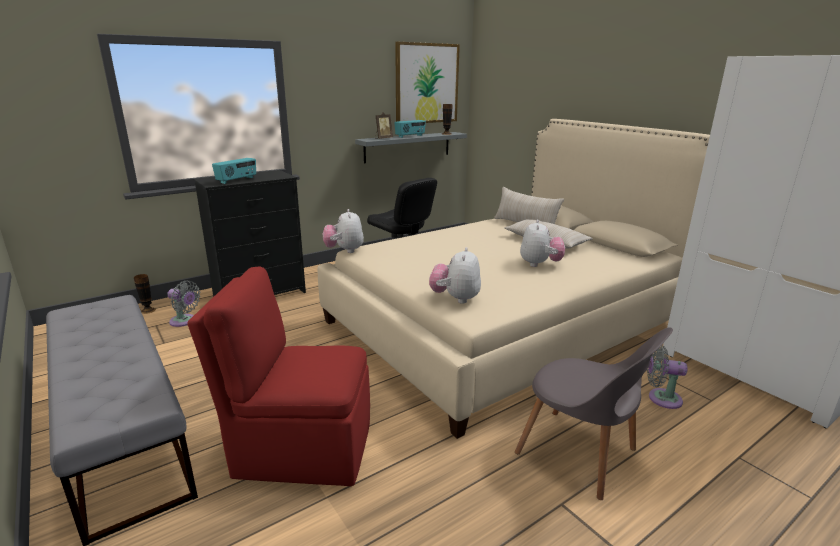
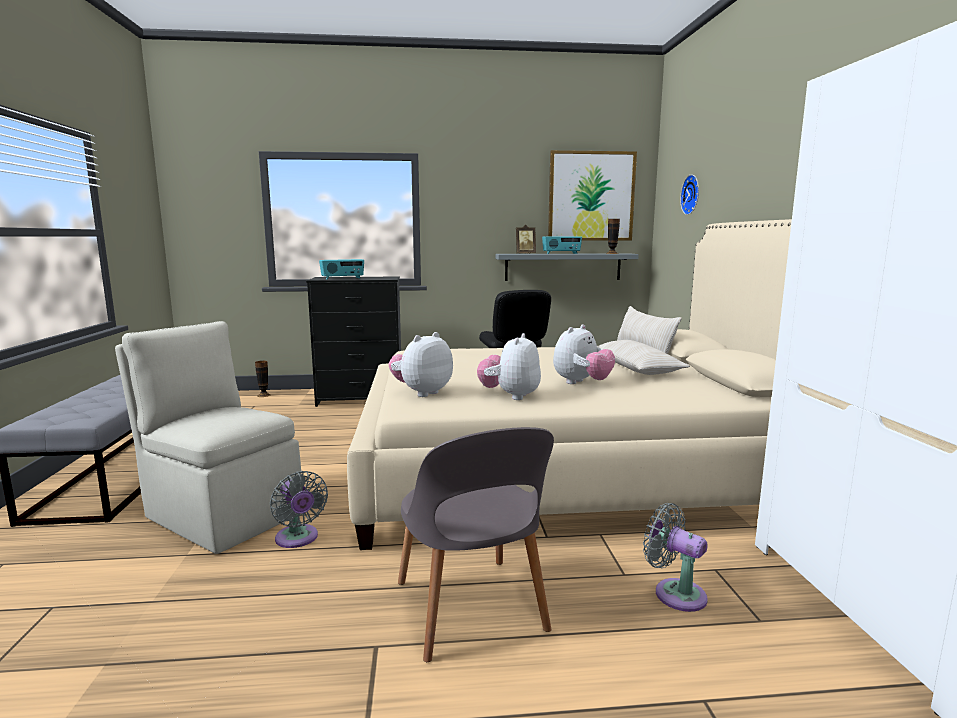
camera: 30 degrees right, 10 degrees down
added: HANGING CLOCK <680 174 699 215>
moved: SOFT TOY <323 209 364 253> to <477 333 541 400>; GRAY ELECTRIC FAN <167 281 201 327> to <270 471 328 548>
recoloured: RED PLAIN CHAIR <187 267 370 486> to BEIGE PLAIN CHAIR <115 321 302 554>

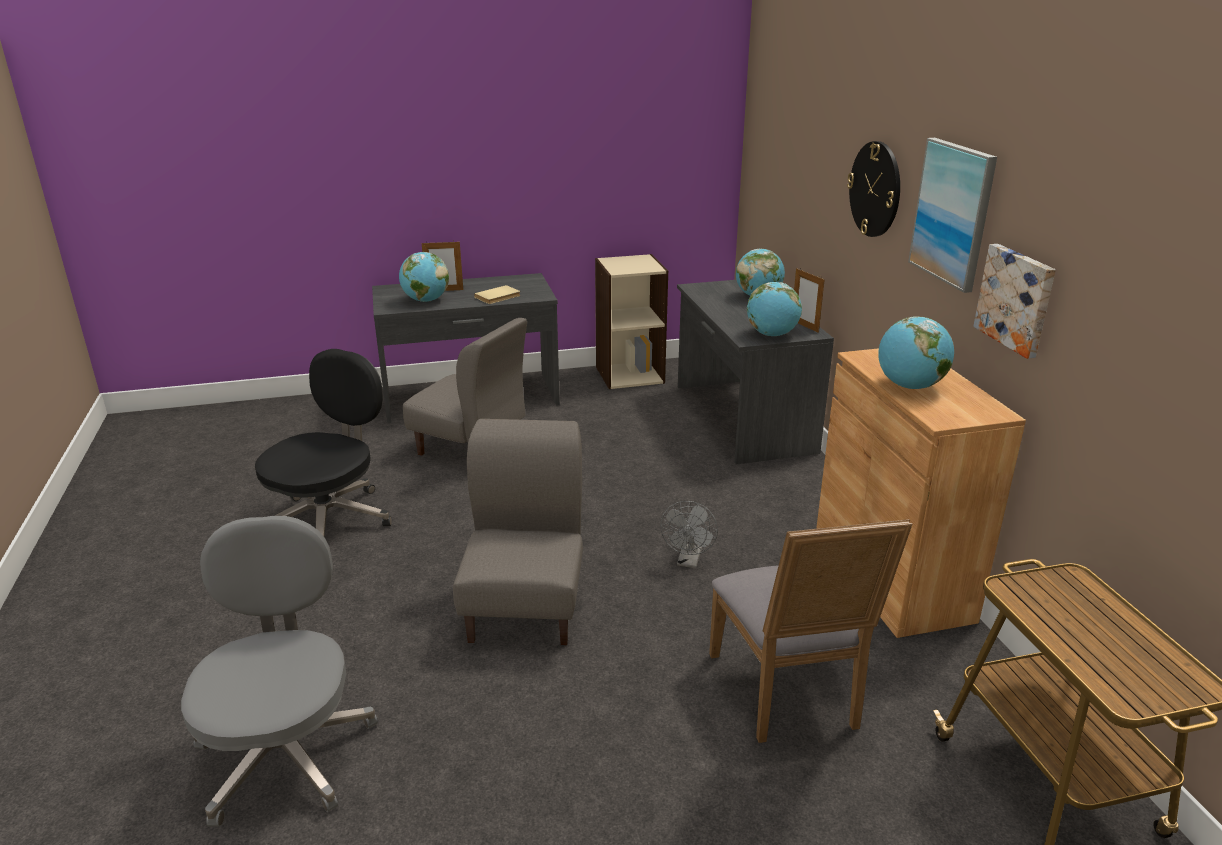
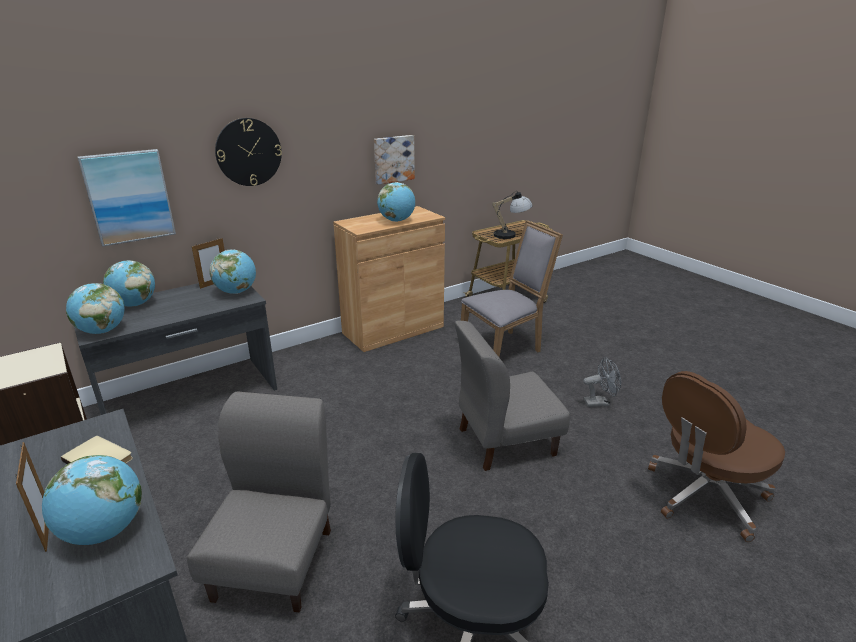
camera: 110 degrees left, 0 degrees up
added: LAMP FOR A TABLE <486 191 533 239>; DESK GLOBE <66 283 125 334>
moved: PICTURE <908 138 997 293> to <78 149 176 247>; GRAY ELECTRIC FAN <660 501 718 568> to <583 357 621 407>
recoloured: GRAY DESK CHAIR <181 516 378 827> to BROWN-COLOURED DESK CHAIR <648 371 785 542>

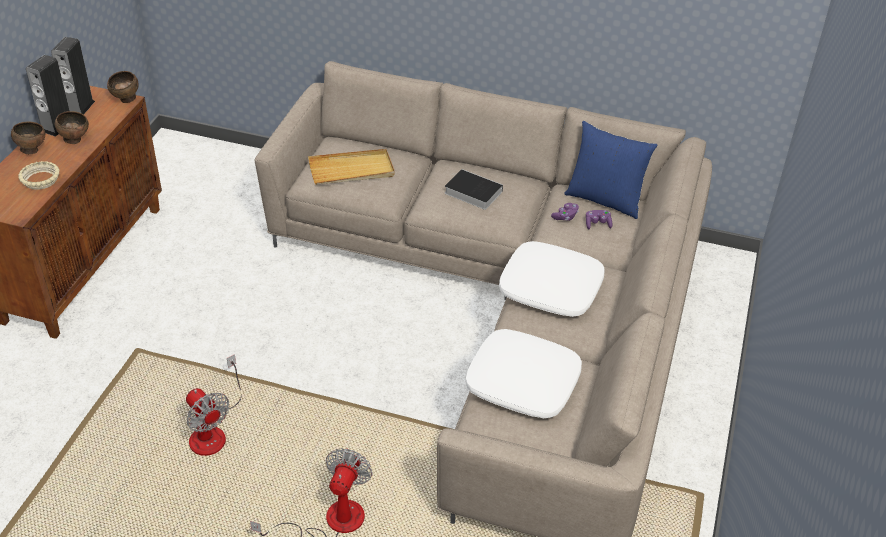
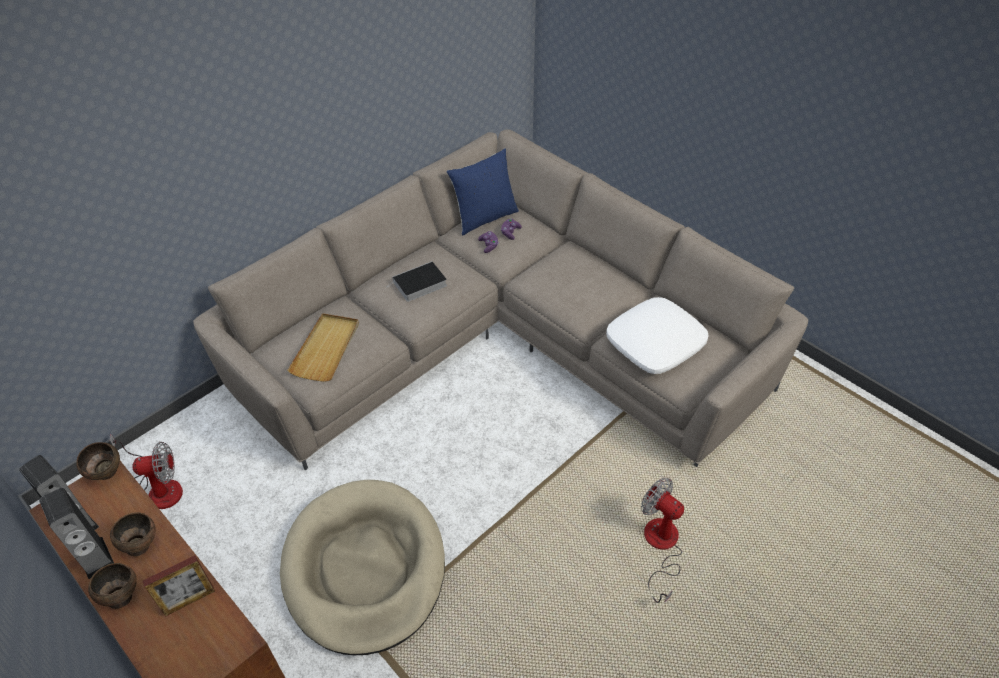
camera: 60 degrees left, 5 degrees up
removed: WHITE-COLOURED THROW PILLOW <499 241 605 317>
added: BEIGE PET BED <280 480 445 655>
moved: ELECTRIC FAN <186 354 241 456> to <110 435 183 509>
replaced: BEIGE DEEP DISH <18 161 60 190> to PHOTO FRAME <143 555 215 617>

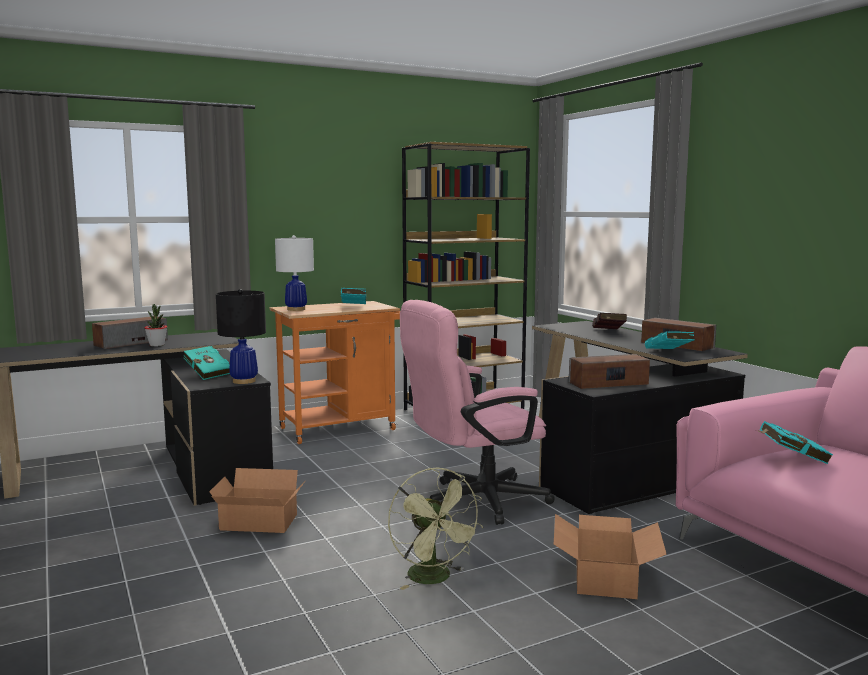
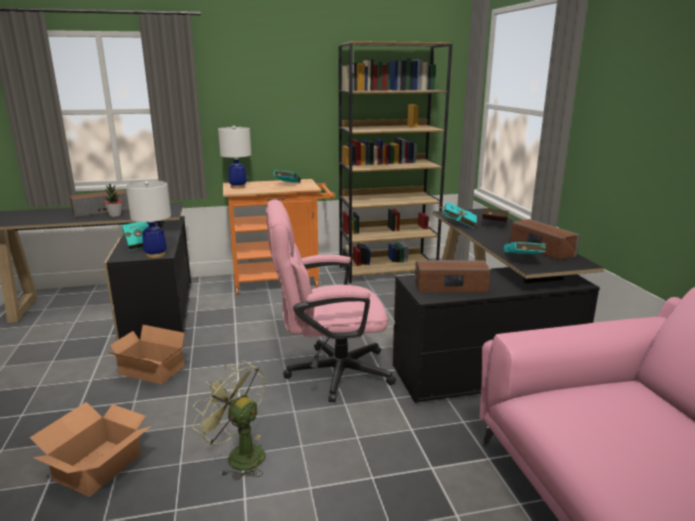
camera: 15 degrees right, 10 degrees up
moved: TURQUOISE-COLOURED VOLUME <756 421 833 464> to <439 202 477 228>; CARTON <554 514 667 599> to <30 402 152 497>
recoloured: BLACK-COLOURED LAMP FOR A TABLE <216 289 266 384> to WHITE-COLOURED LAMP FOR A TABLE <126 181 171 258>
turned: GREENISH ELECTRIC FAN <388 468 484 590> = <192 361 266 480> 135 degrees clockwise

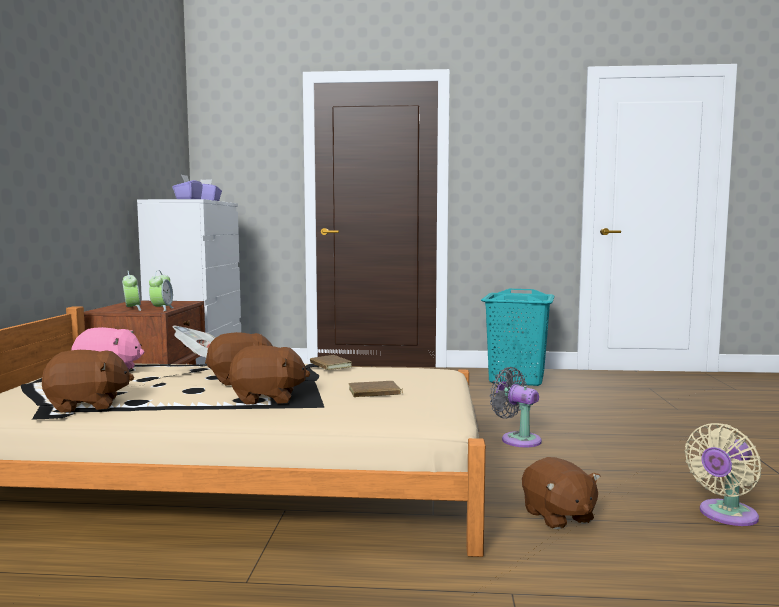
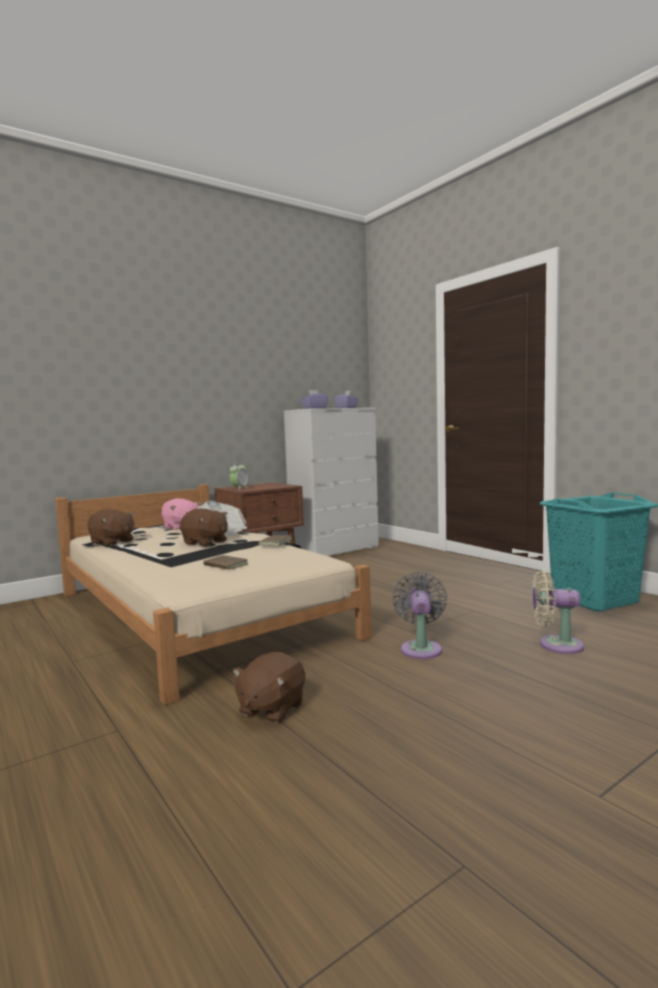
camera: 50 degrees right, 0 degrees up
removed: BEDSIDE CLOCK <149 270 173 311>; BROWN-COLOURED SOFT TOY <228 345 310 405>
moved: BEIGE ELECTRIC FAN <684 423 762 526> to <532 571 584 654>

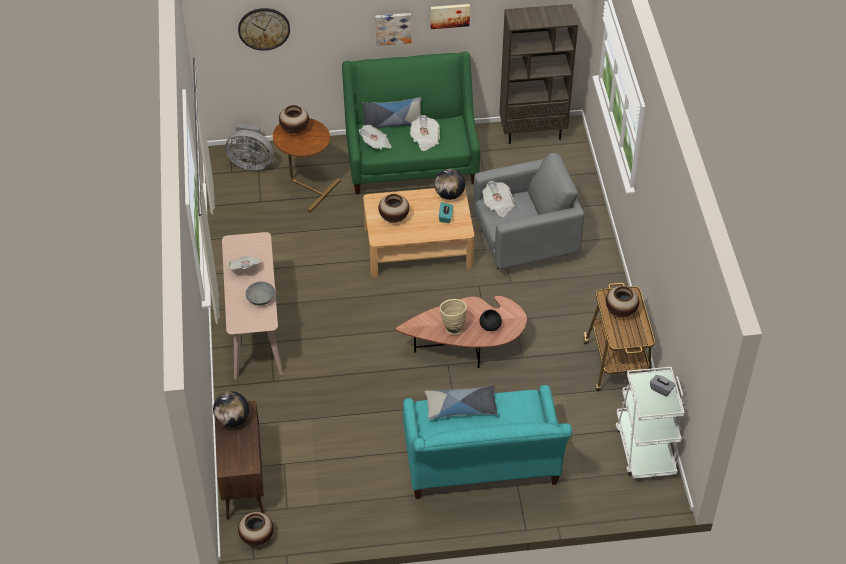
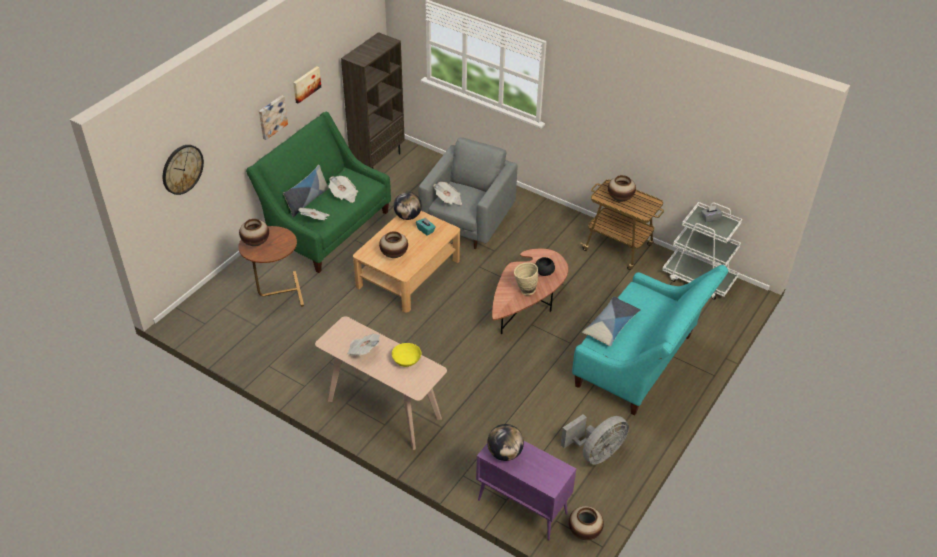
camera: 50 degrees left, 5 degrees down
moved: GRAY ELECTRIC FAN <225 124 274 171> to <561 414 629 465>
recoloured: GRAY DEEP DISH <245 281 275 306> to YELLOW-COLOURED DEEP DISH <392 343 421 367>; BROWN-COLOURED CABINET <215 401 264 520> to PURPLISH CABINET <476 441 576 541>

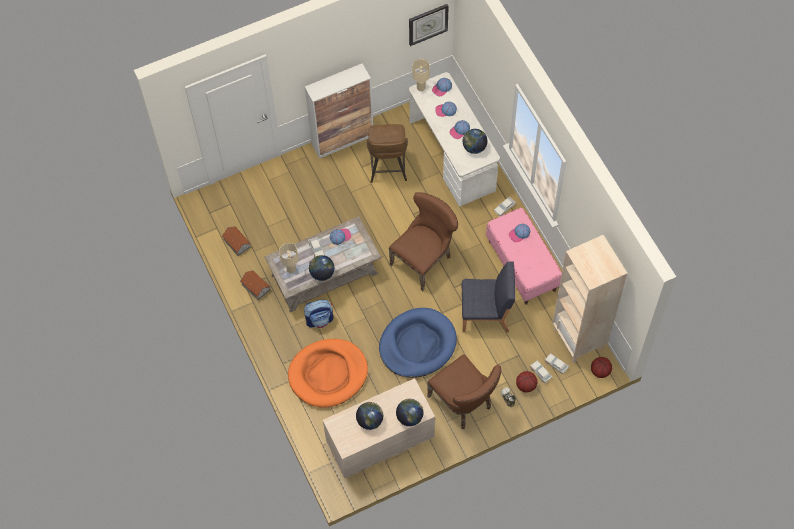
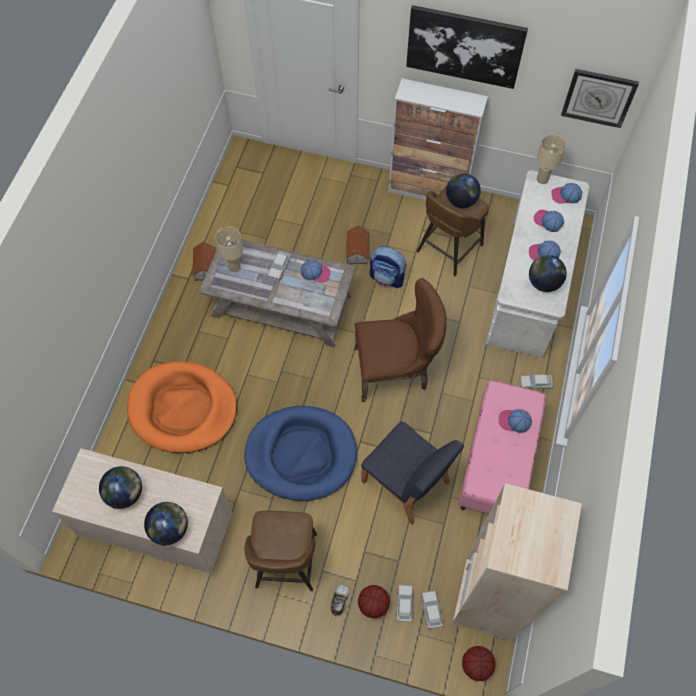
camera: 40 degrees right, 0 degrees up
added: PICTURE <406 5 528 89>
moved: TOY HOUSE <222 226 251 256> to <346 225 369 264>; DESK GLOBE <309 255 334 281> to <446 173 481 208>; KNAPSACK <304 300 334 328> to <370 246 407 288>
replaced: BROWN-COLOURED PLAIN CHAIR <427 354 501 429> to BROWN-COLOURED STOOL <244 511 317 591>

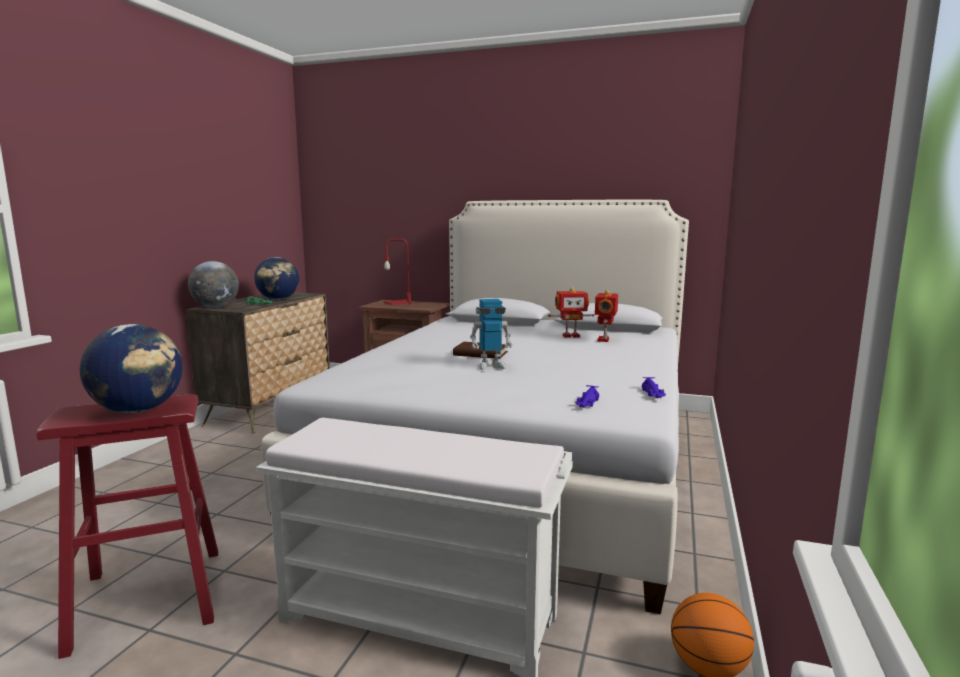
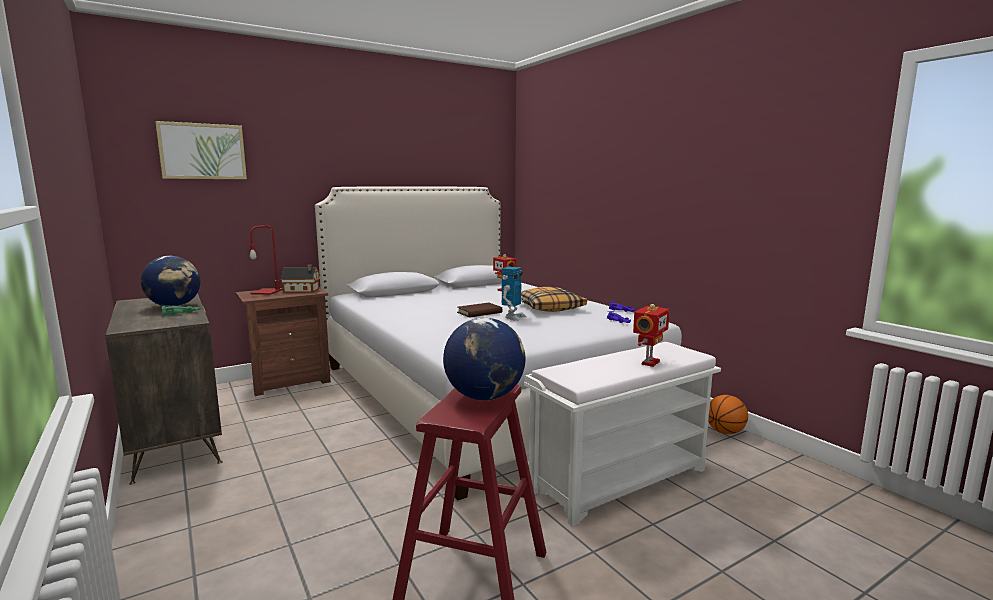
camera: 50 degrees left, 0 degrees up
removed: DESK GLOBE <188 261 239 308>
added: PICTURE <155 121 247 179>; TOY HOUSE <281 265 320 292>; THROW PILLOW <521 287 587 312>
moved: MODEL ROBOT <548 287 595 338> to <633 304 670 367>

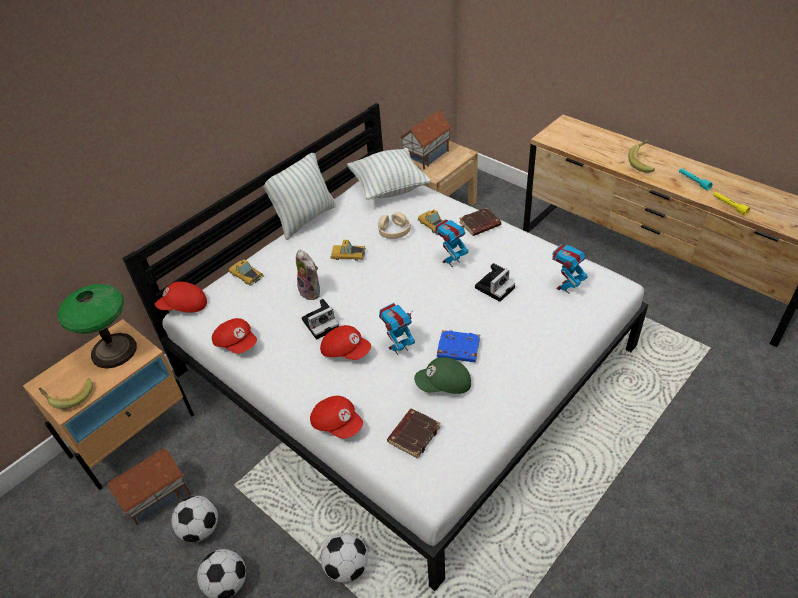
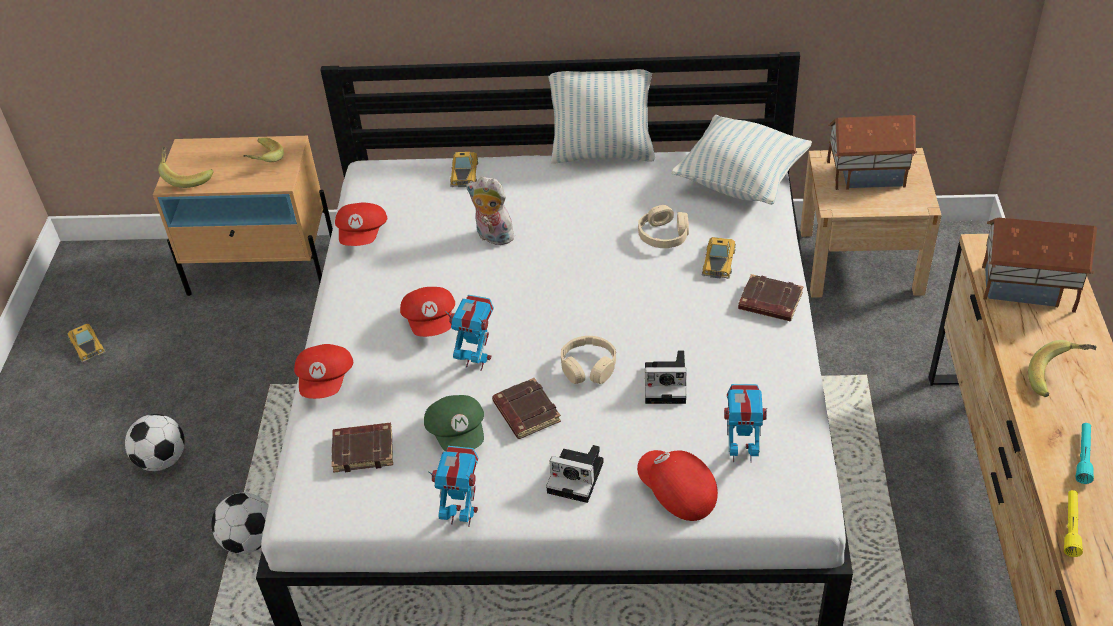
camera: 50 degrees right, 0 degrees up
removed: BALL FOR FOOTBALL <171 496 218 542>
added: BEIGE HEADSET <561 336 616 384>
moved: MODEL ROBOT <435 219 468 267> to <428 446 479 527>; MODEL CAR <330 240 366 261> to <68 324 106 363>; RED BASEBALL CAP <154 282 207 313> to <637 450 718 521>; STILL CAMERA <302 299 339 340> to <546 445 604 503>; TOY HOUSE <108 448 191 525> to <982 218 1097 313>
replaced: LAMP FOR A TABLE <58 284 137 369> to BANANA FRUIT <243 137 284 162>
recoloured: BLUE-COLOURED VOLUME <437 330 480 362> to BROWN-COLOURED VOLUME <492 378 561 439>
turned: SOFT TOY <296 250 320 300> = <466 177 514 245> 105 degrees clockwise; GREENISH BASEBALL CAP <414 357 471 394> = <424 395 484 452> 150 degrees counterclockwise

